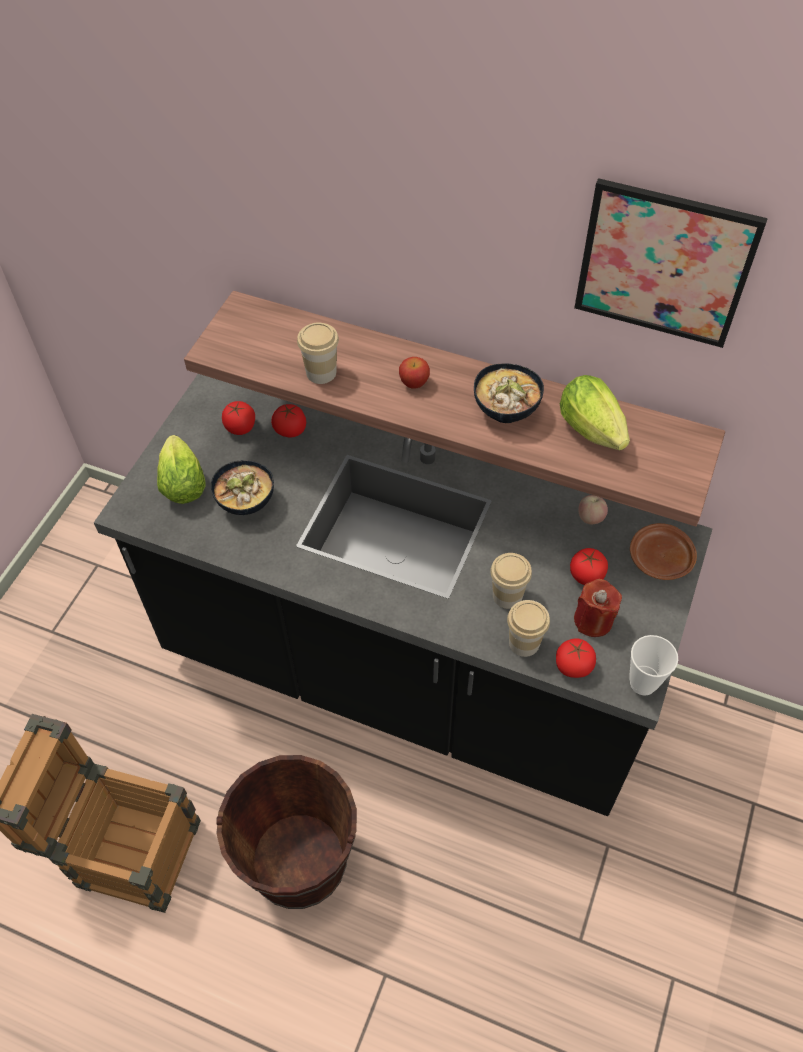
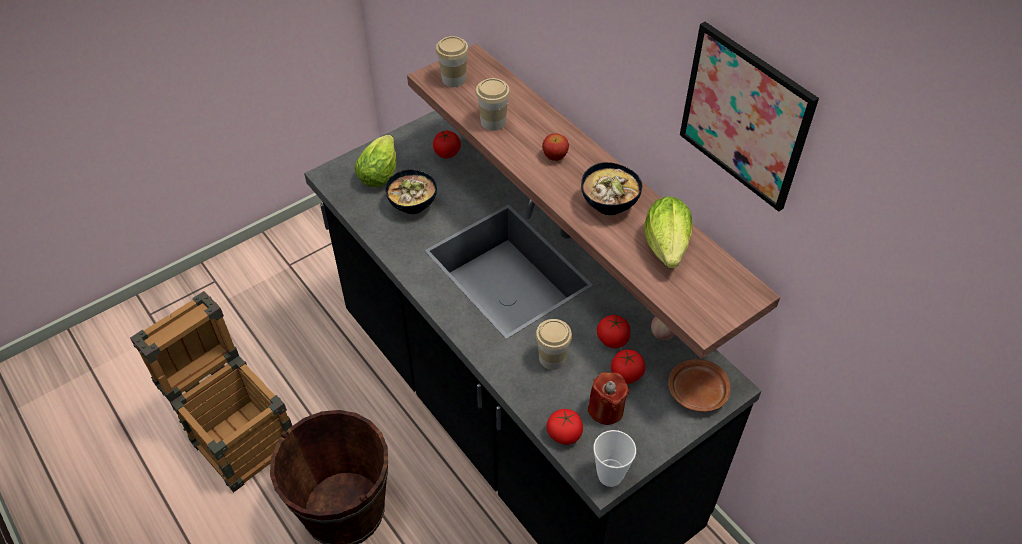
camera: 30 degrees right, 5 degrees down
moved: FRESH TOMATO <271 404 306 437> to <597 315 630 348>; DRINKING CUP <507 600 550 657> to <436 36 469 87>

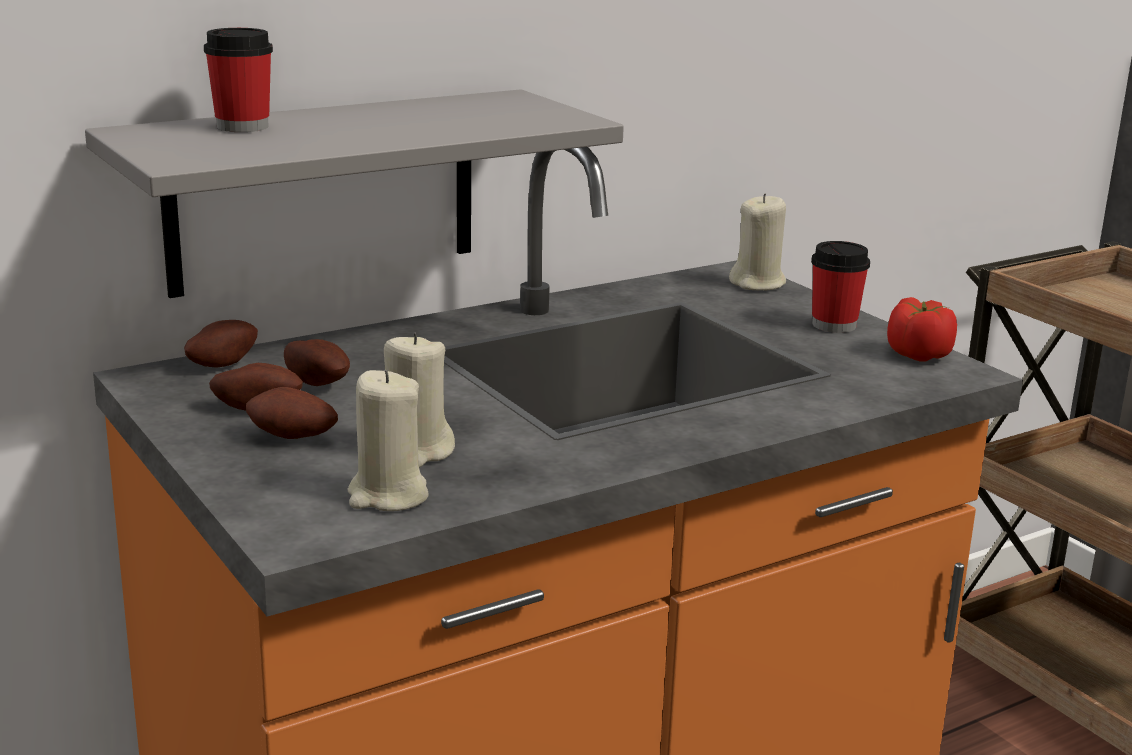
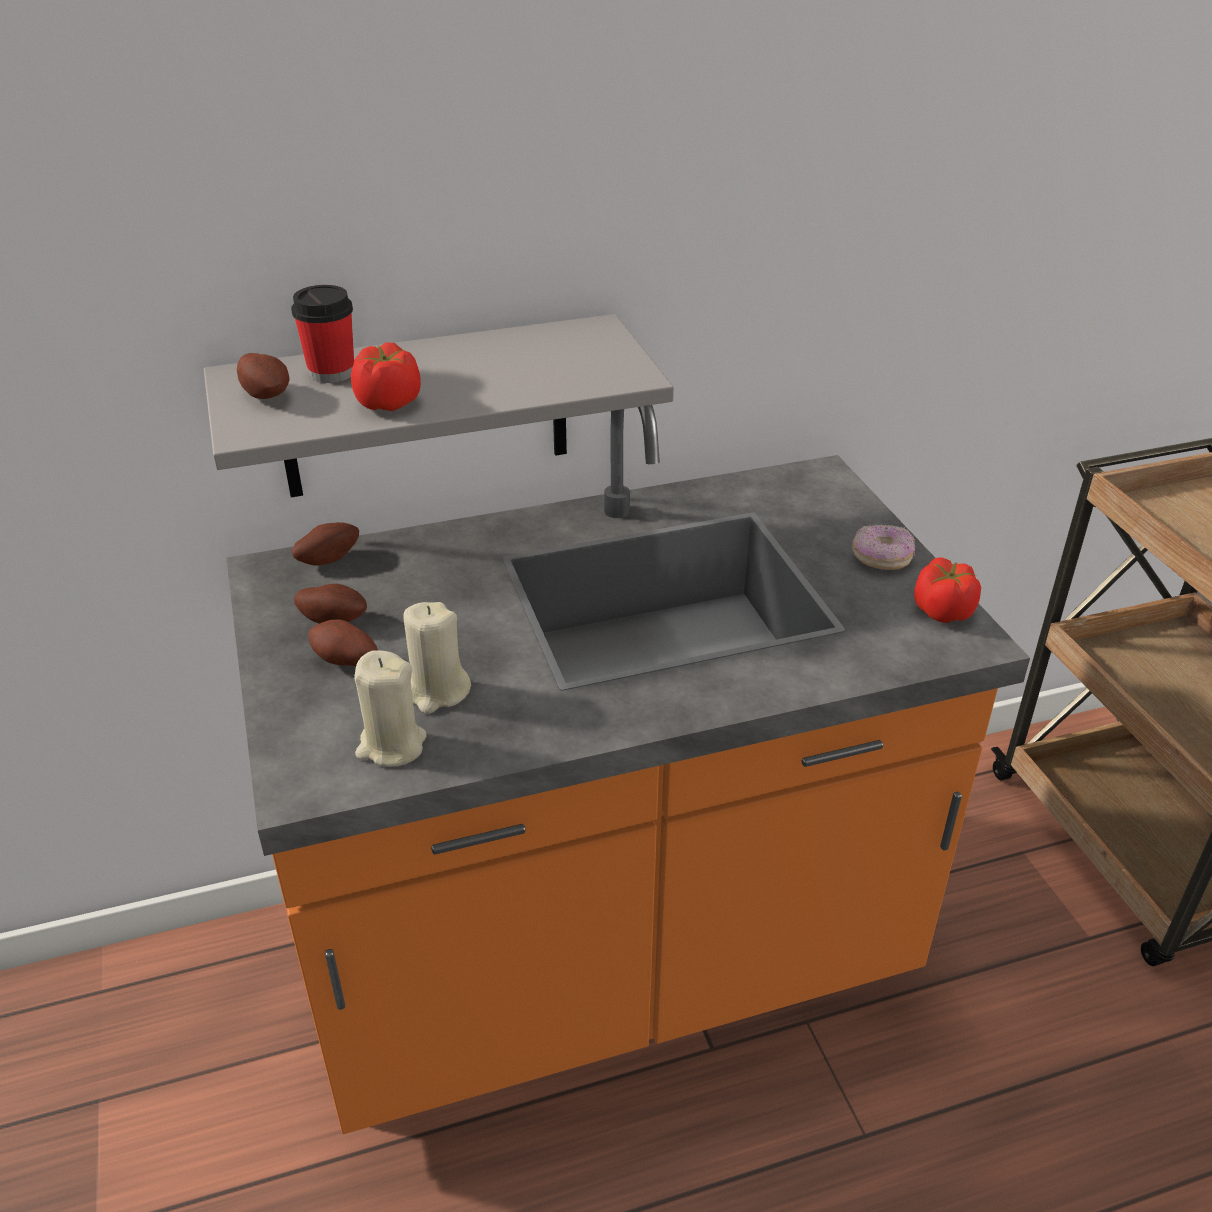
camera: 15 degrees right, 15 degrees up
removed: BEIGE CANDLE <729 193 786 290>
added: FRESH TOMATO <351 342 421 411>
moved: POTATO <284 339 350 386> to <237 353 290 399>
replaced: DRINKING CUP <811 241 870 333> to DONUT <852 524 915 570>

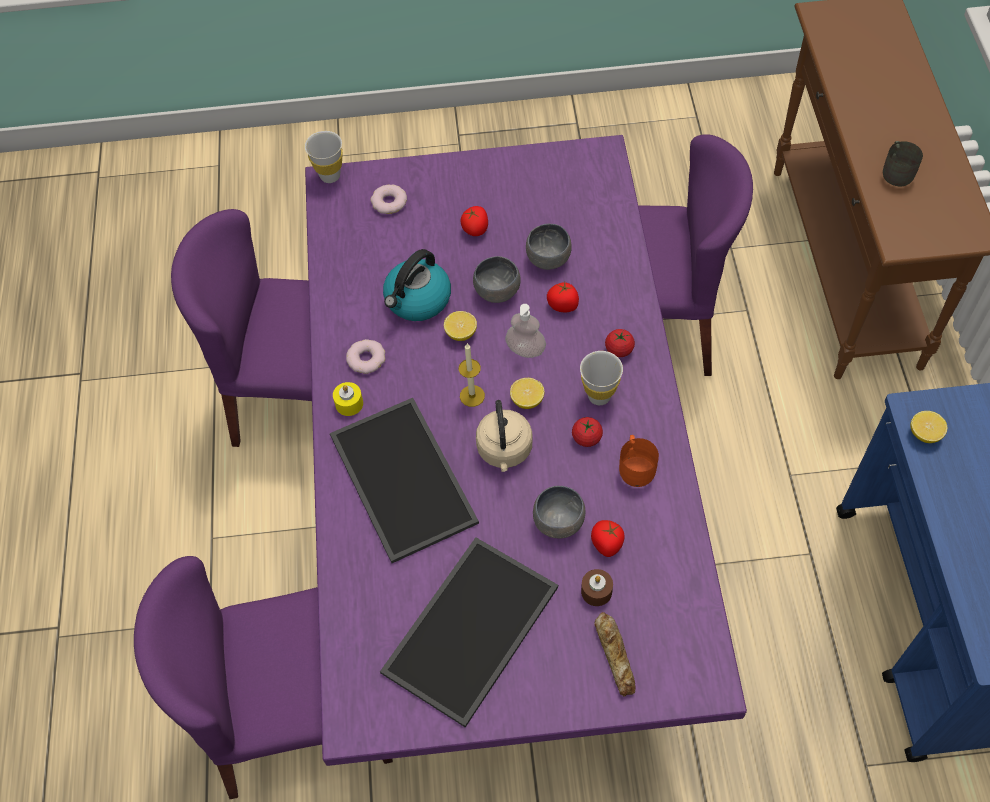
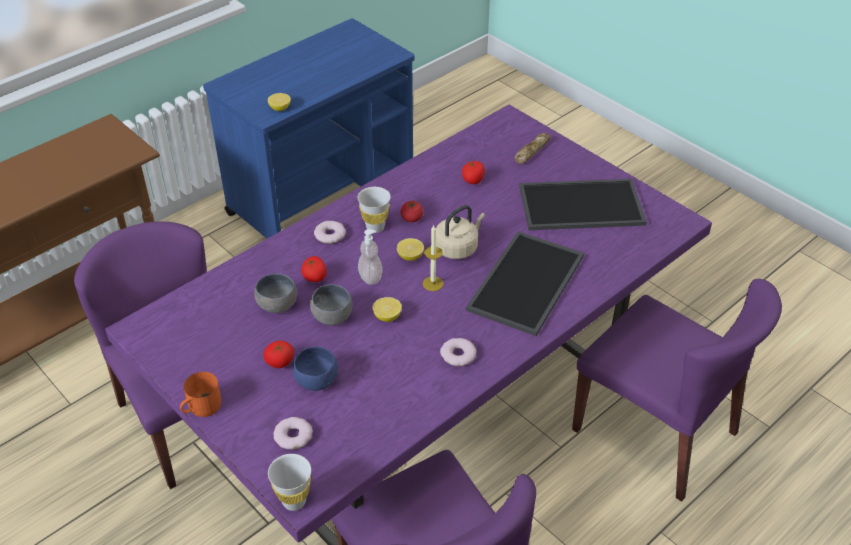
camera: 130 degrees left, 15 degrees down
removed: GRAY MUG <883 141 923 186>; WATER KETTLE <383 249 451 321>; YELLOW-COLOURED CANDLE <333 382 363 416>; GRAY DEEP DISH <533 486 585 538>; BROWN-COLOURED CANDLE <581 569 613 606>
added: BLUE-COLOURED DEEP DISH <293 347 338 391>
moved: ORANGE-COLOURED MUG <619 435 659 487> to <180 372 221 417>
replaced: FRESH TOMATO <605 329 635 357> to DONUT <314 221 346 244>

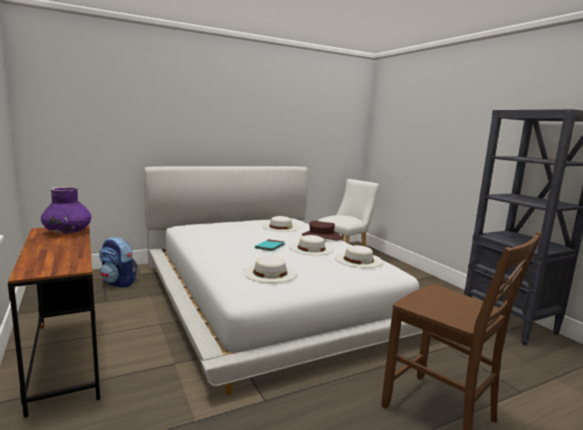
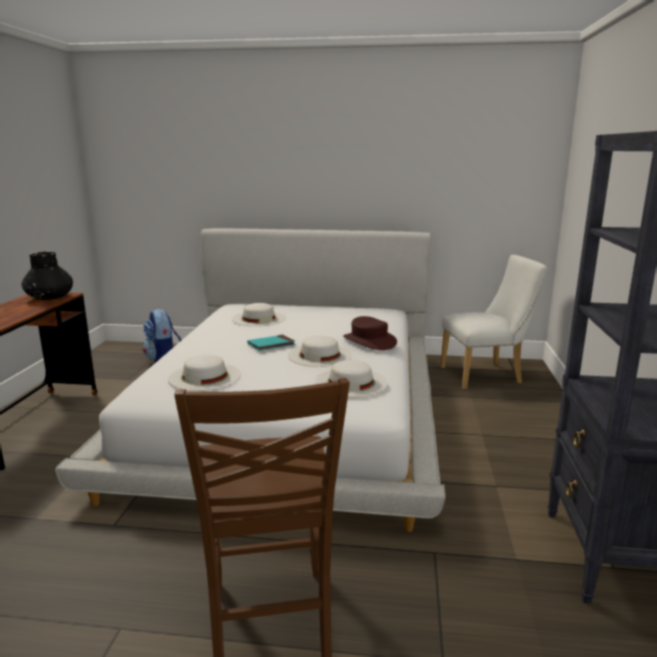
camera: 35 degrees right, 5 degrees up
moved: WHITE-COLOURED CLOTHING HAT <262 216 300 232> to <232 303 285 326>
recoloured: PURPLISH DECORATIVE VASE <41 186 91 234> to BLACK-COLOURED DECORATIVE VASE <22 251 73 300>

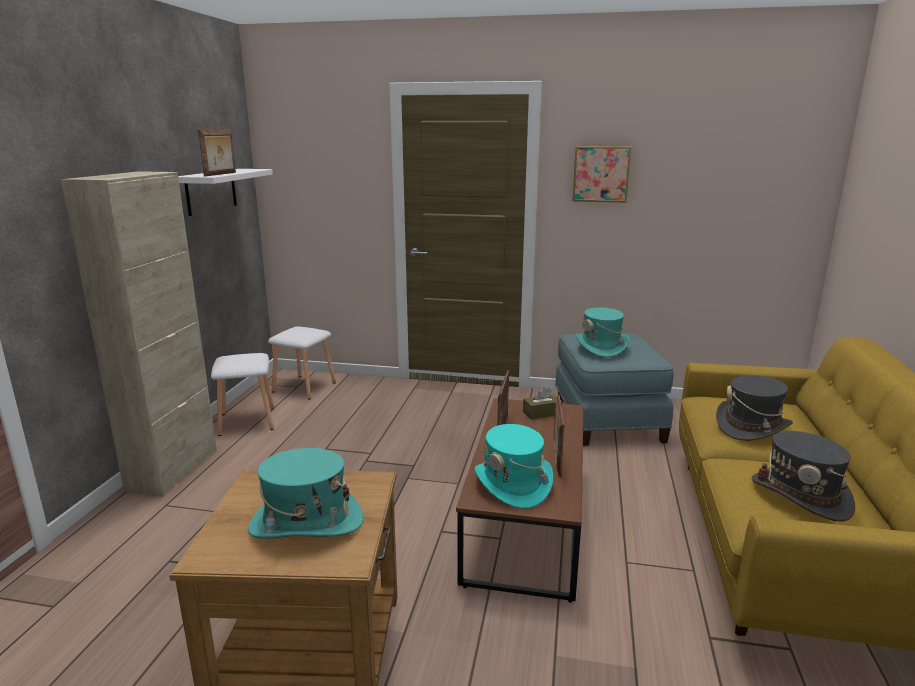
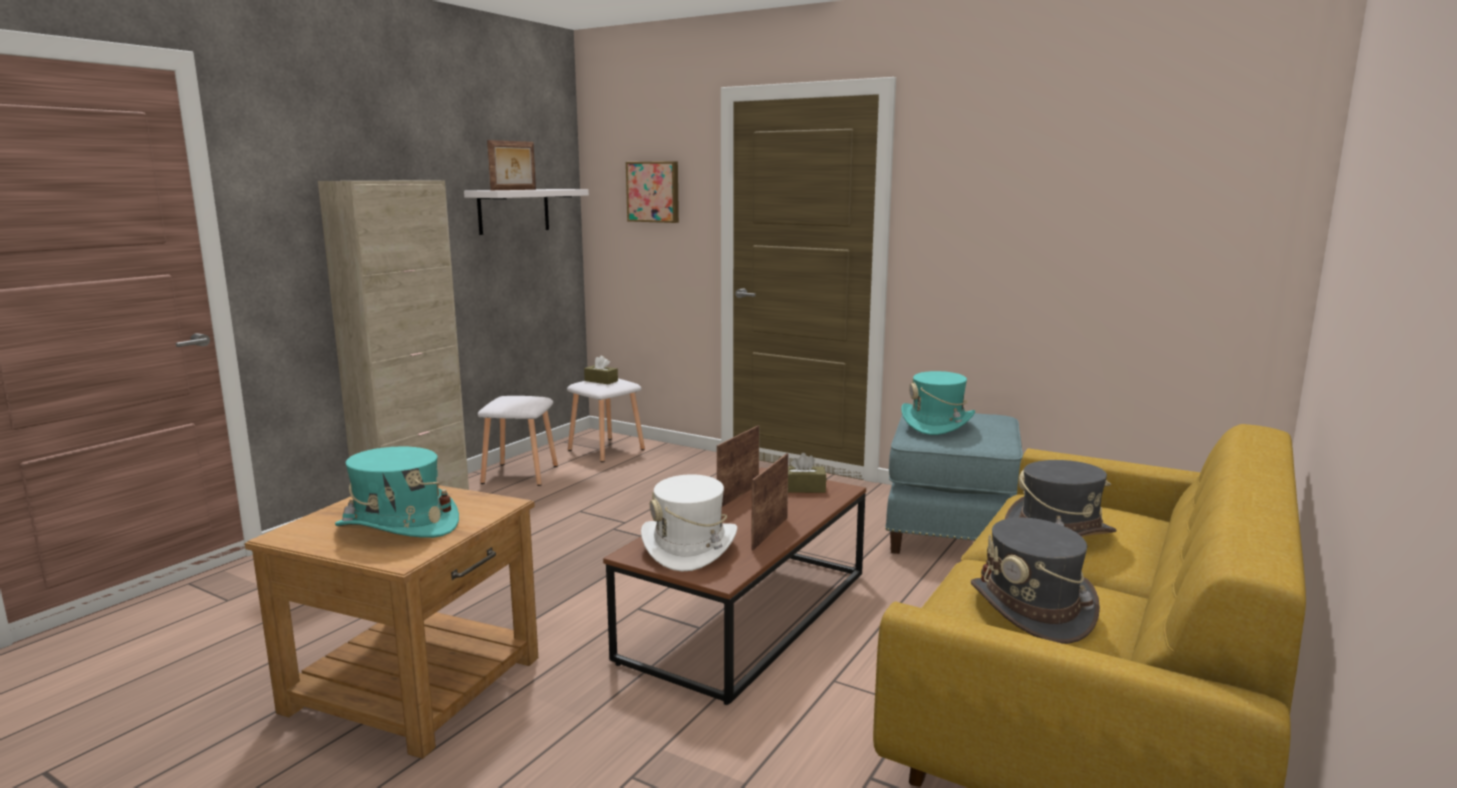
camera: 20 degrees right, 5 degrees down
added: BROWN-COLOURED TISSUE HOLDER <584 356 618 384>
moved: PICTURE <572 146 631 203> to <626 161 679 223>
recoloured: TURQUOISE-COLOURED CLOTHING HAT <475 424 553 509> to WHITE-COLOURED CLOTHING HAT <641 474 737 572>

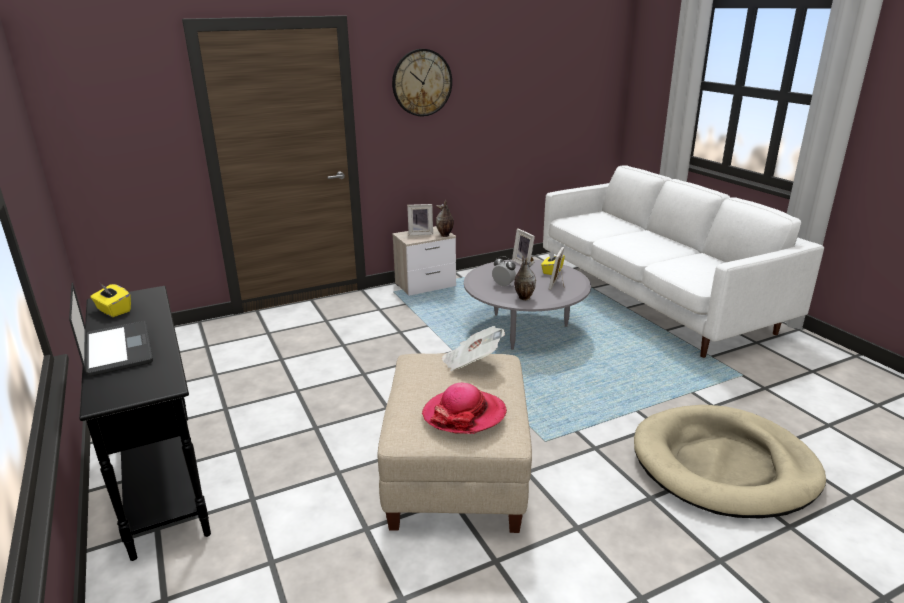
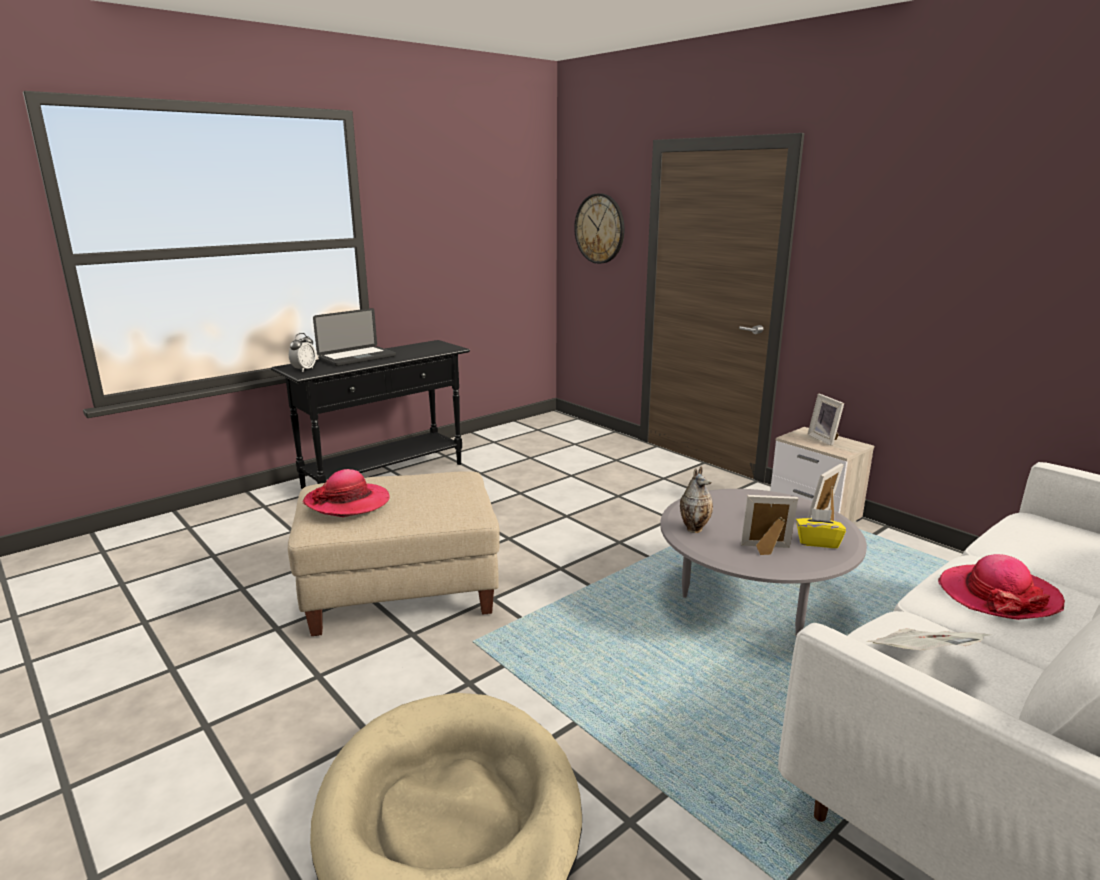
camera: 75 degrees right, 5 degrees down
removed: DECORATIVE VASE <436 200 454 237>; YELLOW-COLOURED TISSUE HOLDER <90 284 131 317>
added: CLOTHING HAT <938 554 1065 620>
moved: HANGING CLOCK <392 49 452 116> to <574 193 625 264>; BEDSIDE CLOCK <492 256 516 286> to <289 333 316 372>; PRINTED PAPER <442 326 505 371> to <867 628 991 650>

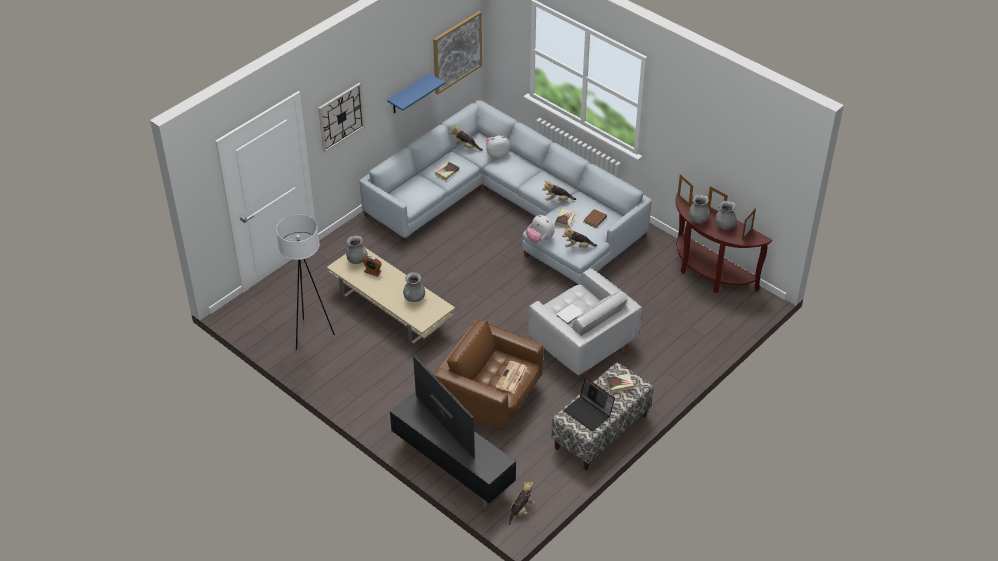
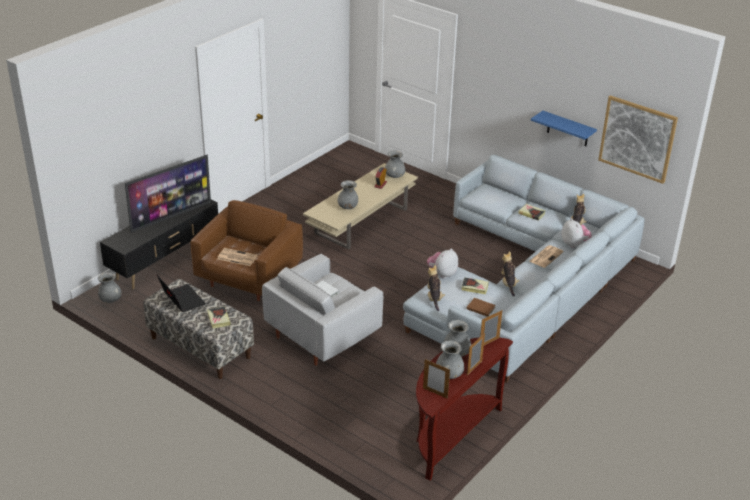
camera: 85 degrees right, 10 degrees down
removed: HANGING CLOCK <318 83 365 153>; WHITE-COLOURED FLOOR LAMP <276 214 335 350>
added: PRINTED PAPER <530 245 564 268>
replaced: SOFT TOY <509 481 535 525> to GRAY DECORATIVE VASE <98 272 122 303>
turned: NOTEBOOK COMPUTER <564 378 615 431> = <157 275 206 313> 105 degrees clockwise

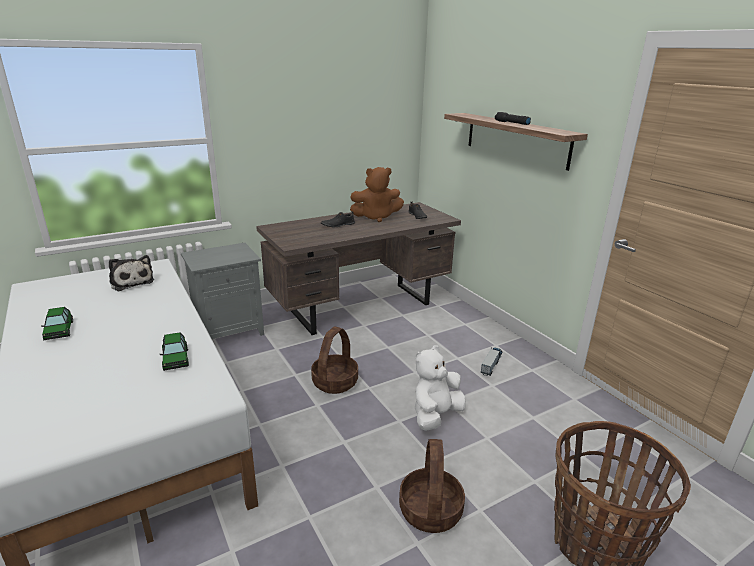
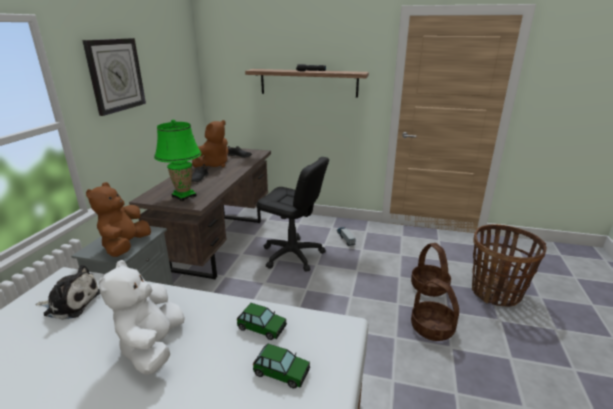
camera: 45 degrees left, 0 degrees up
added: HANGING CLOCK <82 38 146 116>; GREENISH LAMP FOR A TABLE <154 119 201 201>; BLACK-COLOURED DESK CHAIR <256 157 329 272>; BROWN-COLOURED SOFT TOY <86 182 151 257>
moved: MODEL CAR <41 307 73 341> to <253 344 310 388>; BASKET <311 326 358 394> to <411 243 451 297>; WHITE-COLOURED SOFT TOY <415 345 466 431> to <98 260 185 375>

